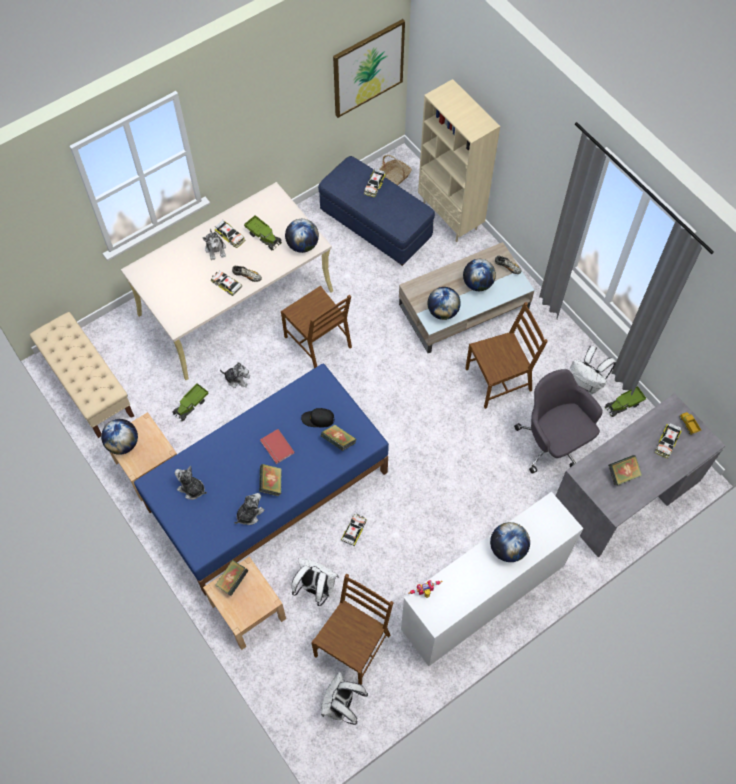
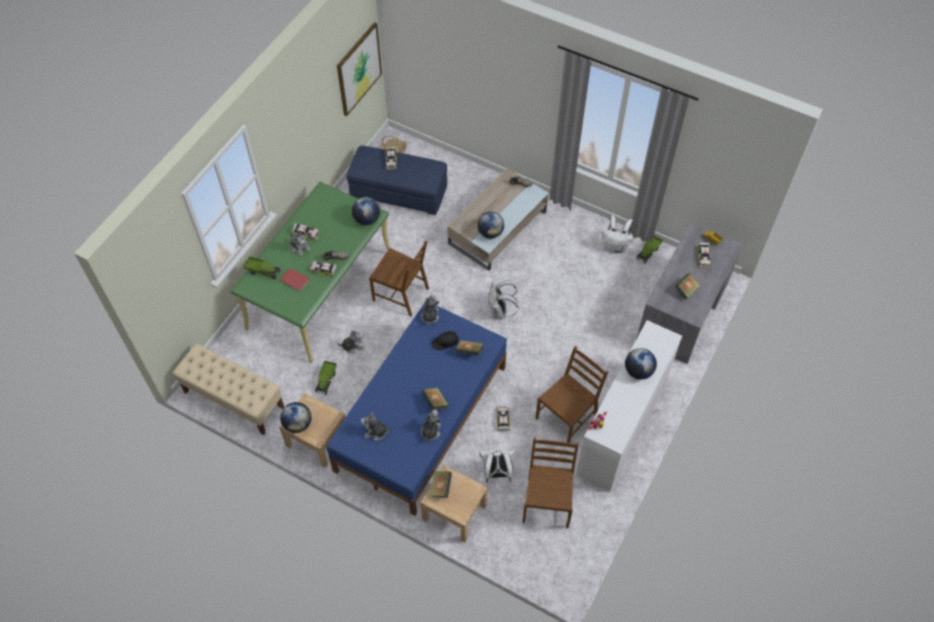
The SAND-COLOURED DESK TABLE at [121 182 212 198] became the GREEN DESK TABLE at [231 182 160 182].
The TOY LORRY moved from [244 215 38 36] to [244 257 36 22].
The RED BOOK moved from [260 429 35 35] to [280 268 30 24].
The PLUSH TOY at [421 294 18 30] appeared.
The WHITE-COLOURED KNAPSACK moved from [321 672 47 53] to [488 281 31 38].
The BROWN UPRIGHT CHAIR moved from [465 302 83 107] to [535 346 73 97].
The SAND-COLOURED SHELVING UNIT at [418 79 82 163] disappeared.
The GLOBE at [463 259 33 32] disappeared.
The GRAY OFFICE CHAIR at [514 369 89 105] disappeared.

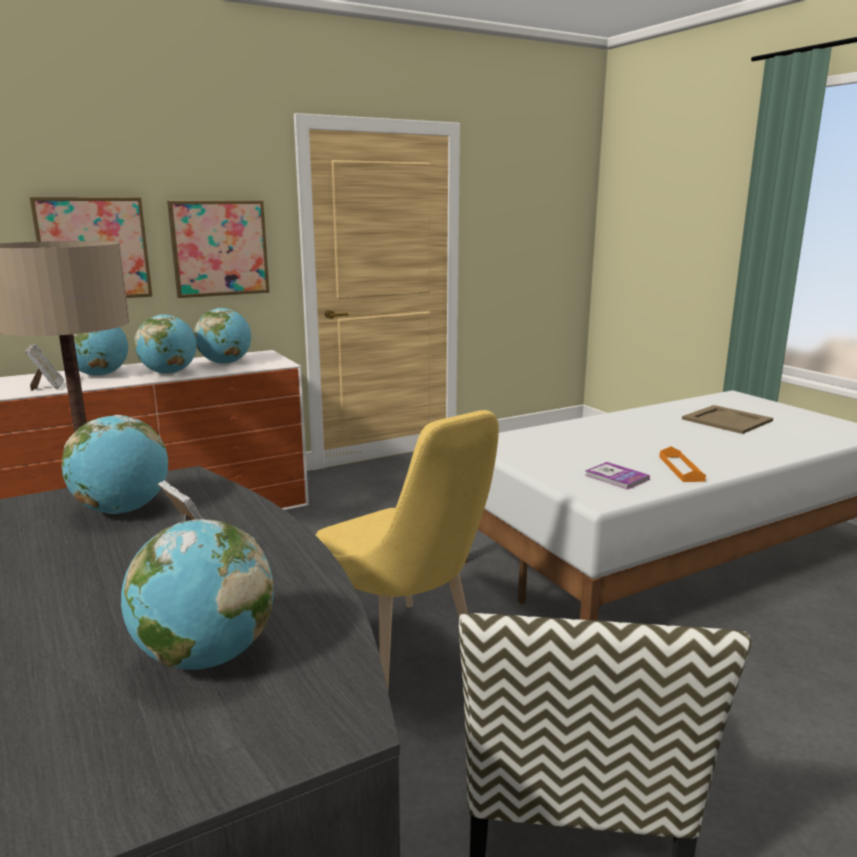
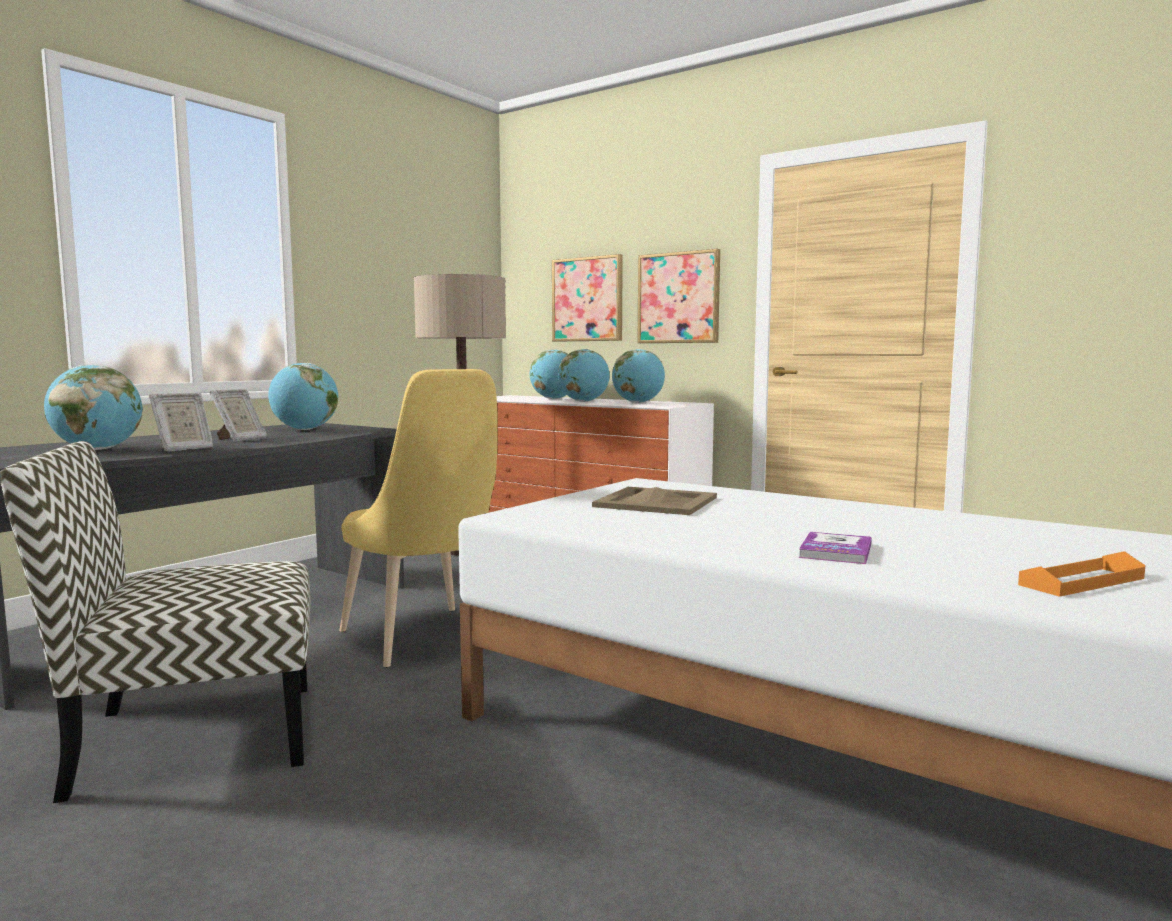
The STANDING FRAME moved from [25 344 39 47] to [149 393 64 59].
The YELLOW UPRIGHT CHAIR at [316 410 183 280] turned 60 degrees counterclockwise.
The SAND-COLOURED CARRYING TRAY moved from [682 405 91 29] to [592 487 125 28].
The BOOK moved from [585 462 65 28] to [799 532 73 32].
The ORANGE-COLOURED CARRYING TRAY moved from [659 446 47 36] to [1018 551 127 46].

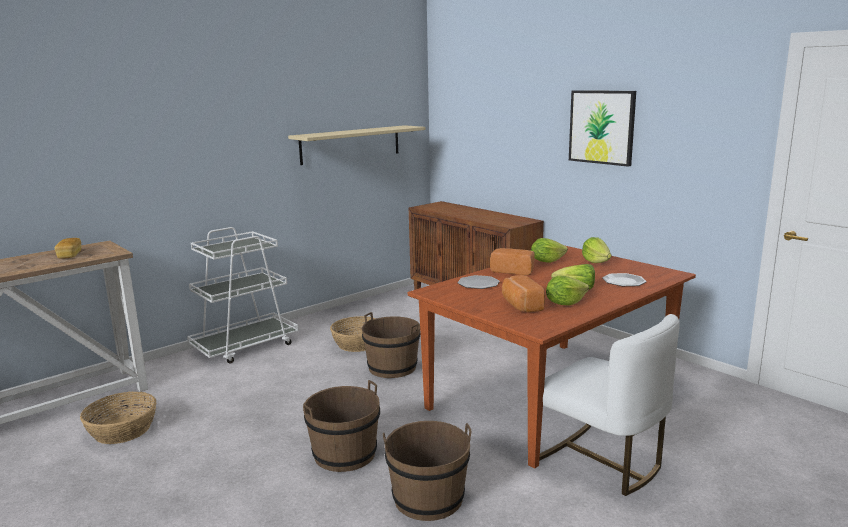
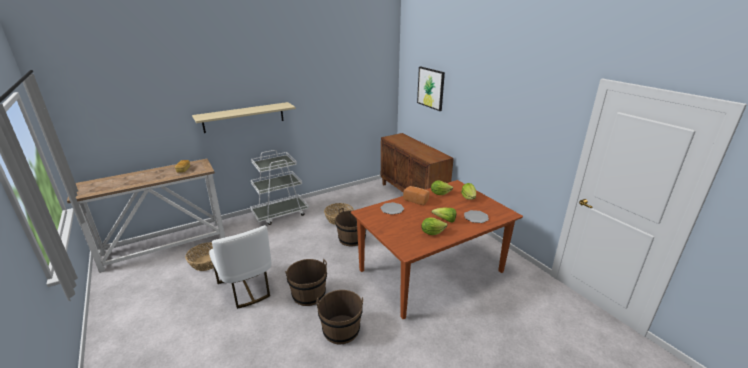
The SAND-COLOURED BRACKET SHELF moved from [288 125 137 40] to [192 102 104 31].
The WHITE-COLOURED UPRIGHT CHAIR moved from [539 314 141 182] to [209 225 63 84].
The WALL PICTURE moved from [569 90 67 77] to [417 67 28 44].
The BREAD at [502 275 43 37] disappeared.

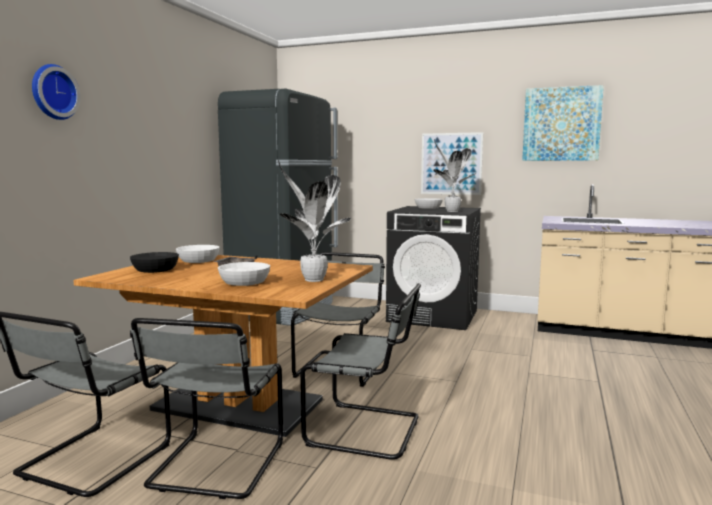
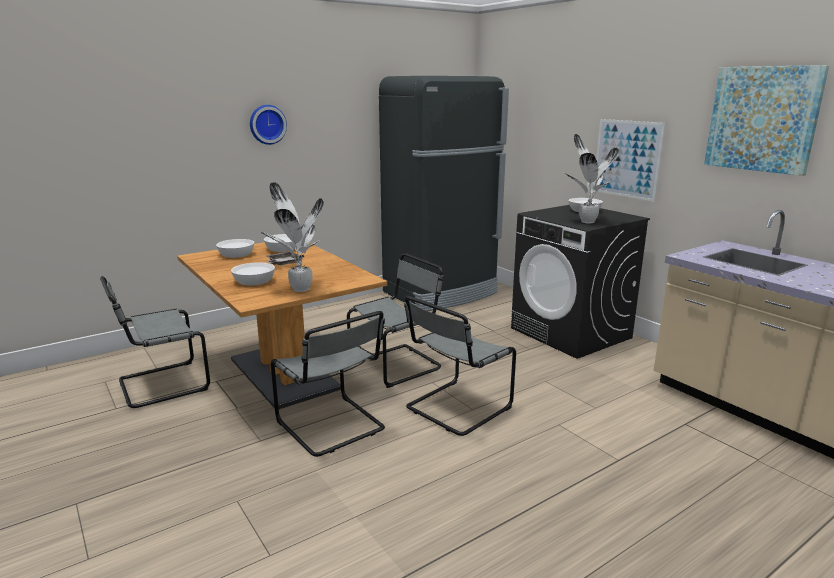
The BLACKISH BOWL at [130 252 49 21] became the WHITE-COLOURED BOWL at [216 239 38 19].
The WALL CLOCK moved from [32 64 48 56] to [250 105 37 40].
The GRAY UPRIGHT CHAIR moved from [130 318 153 181] to [404 296 112 140].

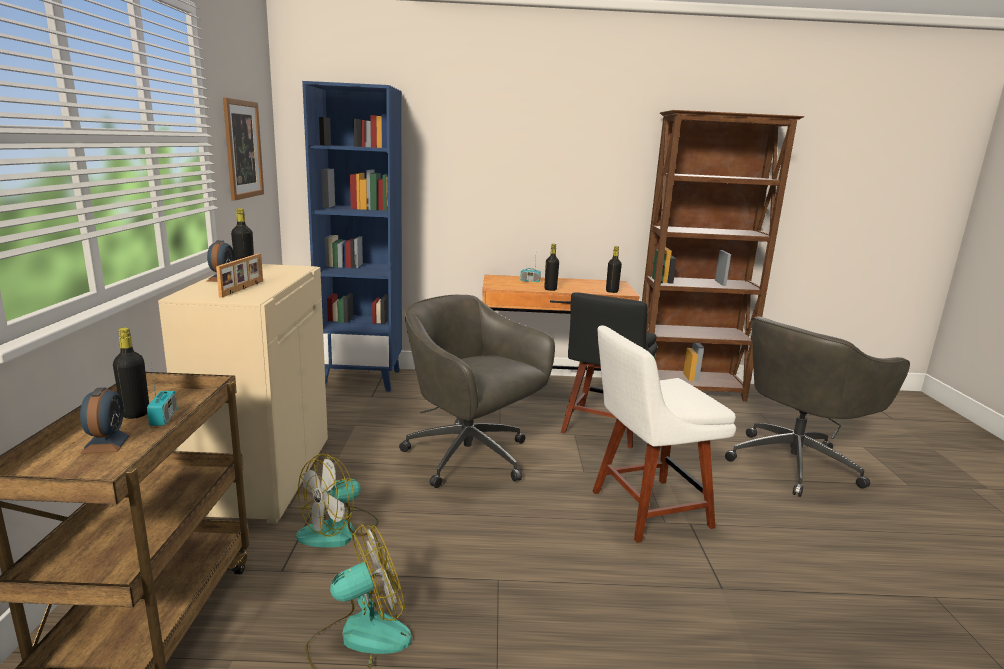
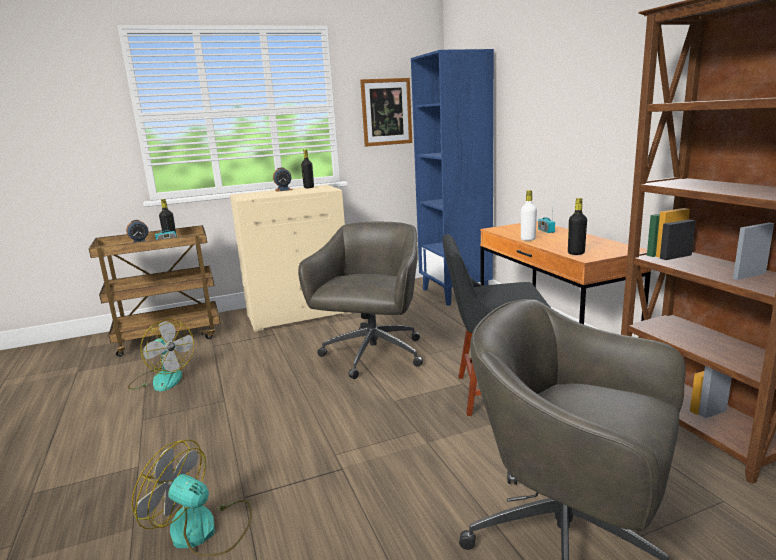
The FAN moved from [296 453 83 95] to [132 440 120 116].
The BLACKISH DRINK BOTTLE at [544 244 15 47] became the WHITE-COLOURED DRINK BOTTLE at [521 190 16 51].
The STANDING FRAME at [216 253 47 44] disappeared.
The WHITE-COLOURED UPRIGHT CHAIR at [592 325 144 218] disappeared.

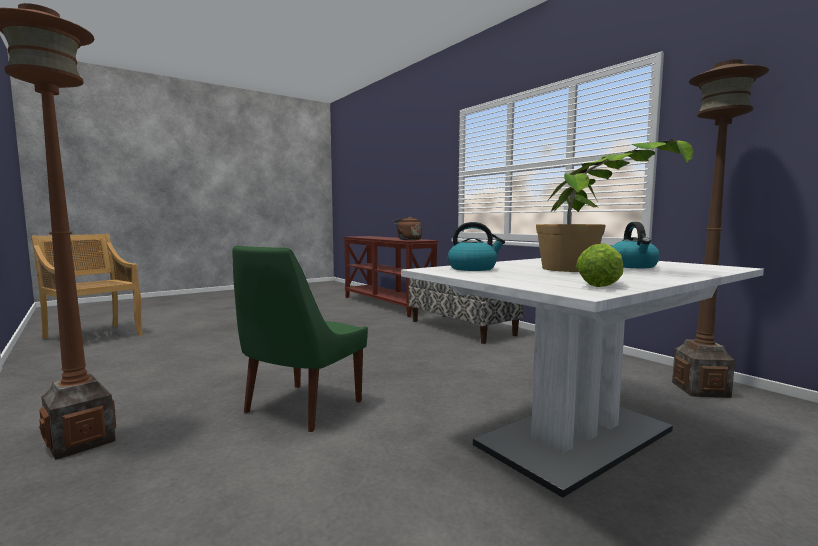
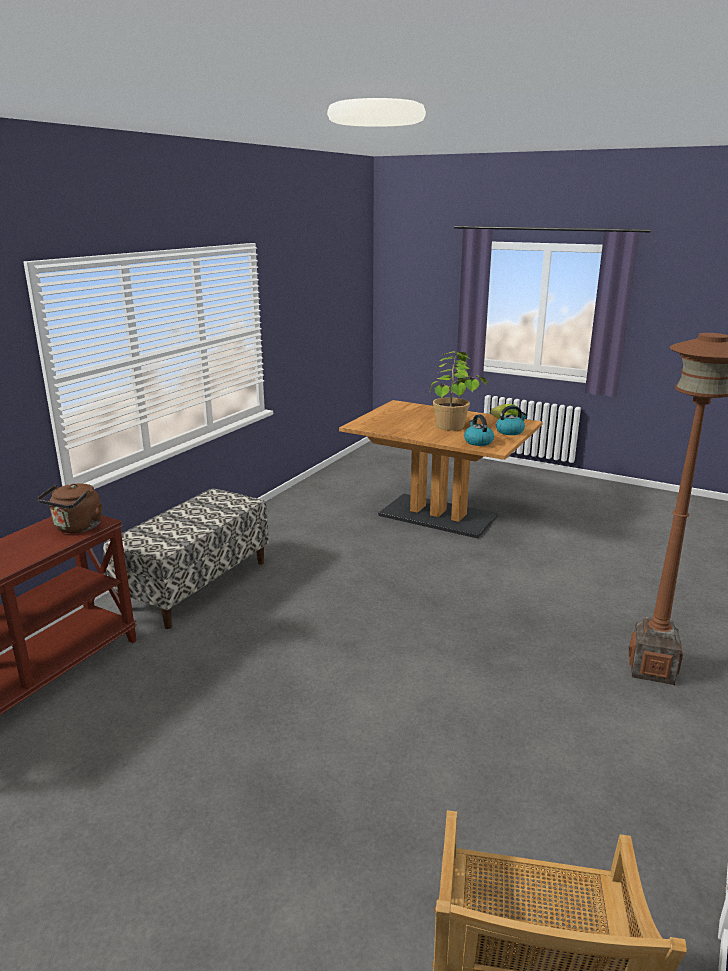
The WHITE-COLOURED DINING TABLE at [401 258 363 240] became the BROWN DINING TABLE at [339 400 204 139].
The WATER KETTLE moved from [612 222 48 46] to [496 405 32 30].
The GREEN UPRIGHT CHAIR at [232 246 136 186] disappeared.
The BROWN STANDARD LAMP at [672 59 97 339] disappeared.

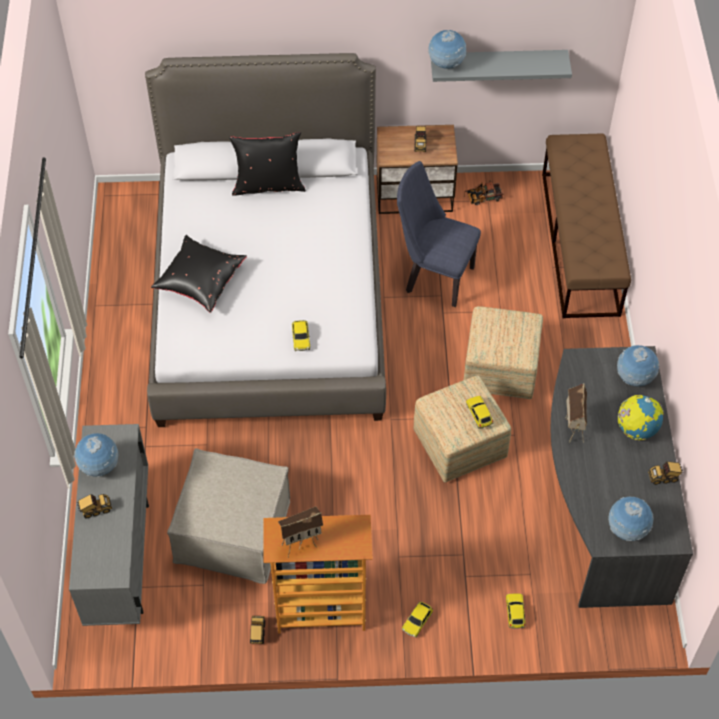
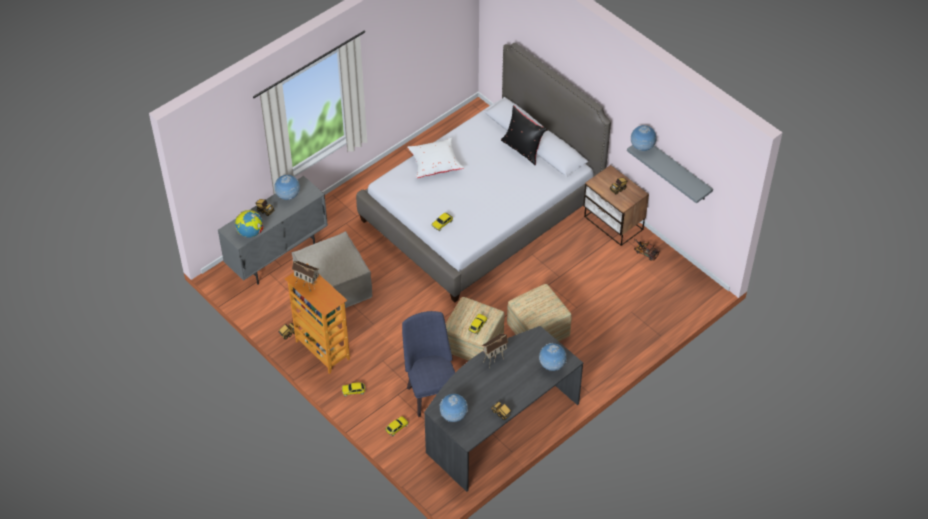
The GLOBE moved from [618 395 45 45] to [235 210 29 28].
The BLUISH UPRIGHT CHAIR moved from [397 161 84 146] to [402 311 53 106].
The BLACKISH PILLOW at [151 235 96 78] became the WHITE-COLOURED PILLOW at [407 138 57 40].
The BROWN BENCH at [542 134 89 184] disappeared.

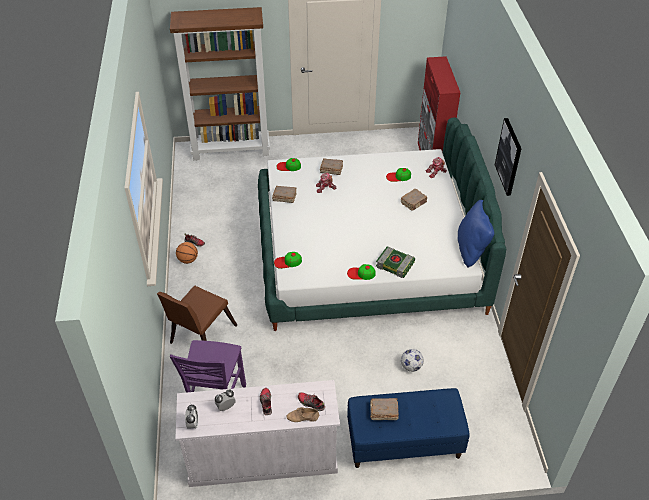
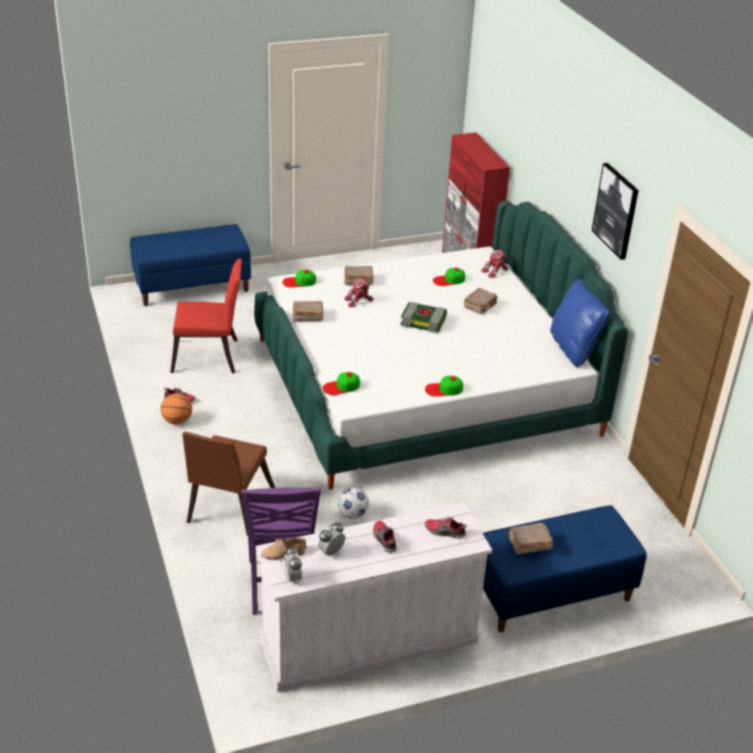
The BROWN SHELVING UNIT at [170 7 100 154] was replaced by the BLUISH BENCH at [130 224 121 82].
The RED UPRIGHT CHAIR at [170 259 72 114] appeared.
The SAND-COLOURED LOW SHOE moved from [286 407 33 15] to [261 537 46 23].
The FOOTBALL moved from [401 349 23 23] to [338 487 31 32].
The BOOK moved from [376 247 39 31] to [400 302 47 31].

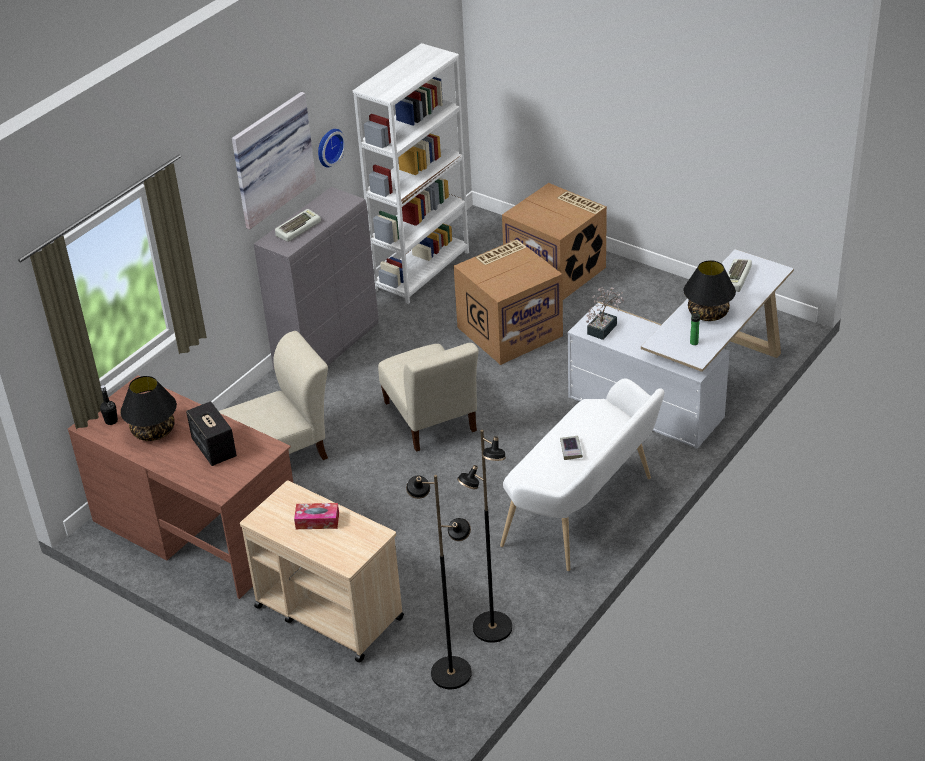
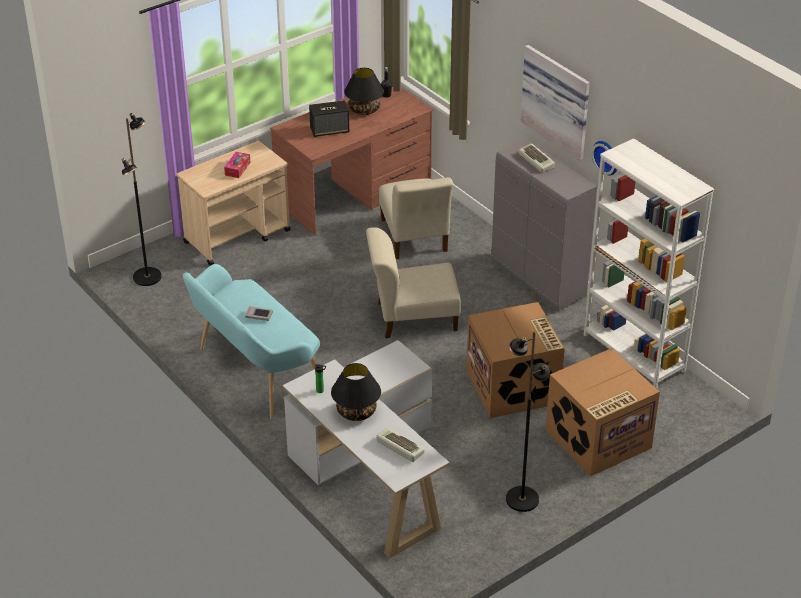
The WHITE-COLOURED BENCH at [500 378 165 193] became the TURQUOISE BENCH at [183 264 137 155].
The BLACKISH STANDARD LAMP moved from [457 430 55 213] to [506 331 44 181].
The PLANT IN A POT at [586 287 38 53] disappeared.

